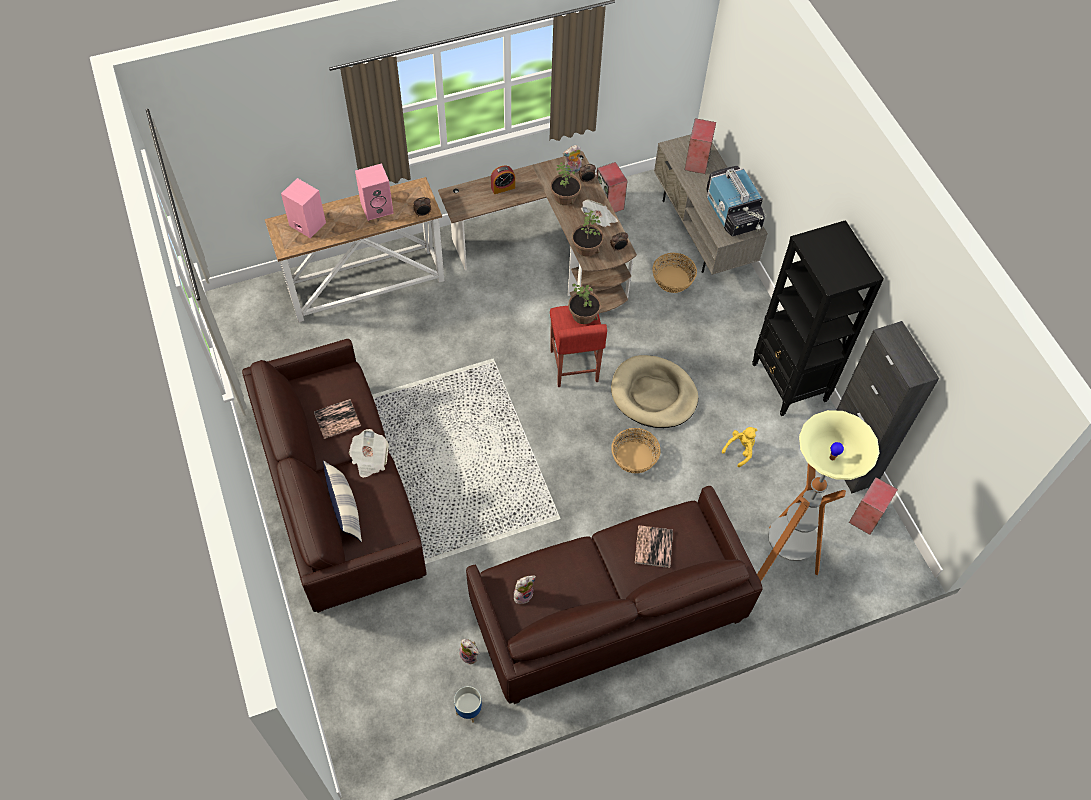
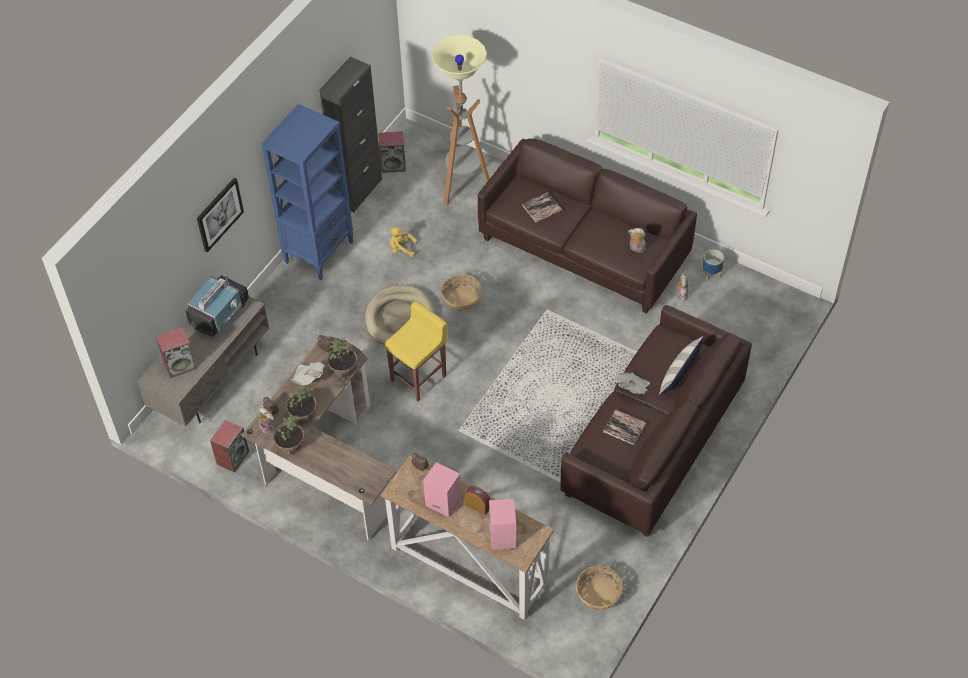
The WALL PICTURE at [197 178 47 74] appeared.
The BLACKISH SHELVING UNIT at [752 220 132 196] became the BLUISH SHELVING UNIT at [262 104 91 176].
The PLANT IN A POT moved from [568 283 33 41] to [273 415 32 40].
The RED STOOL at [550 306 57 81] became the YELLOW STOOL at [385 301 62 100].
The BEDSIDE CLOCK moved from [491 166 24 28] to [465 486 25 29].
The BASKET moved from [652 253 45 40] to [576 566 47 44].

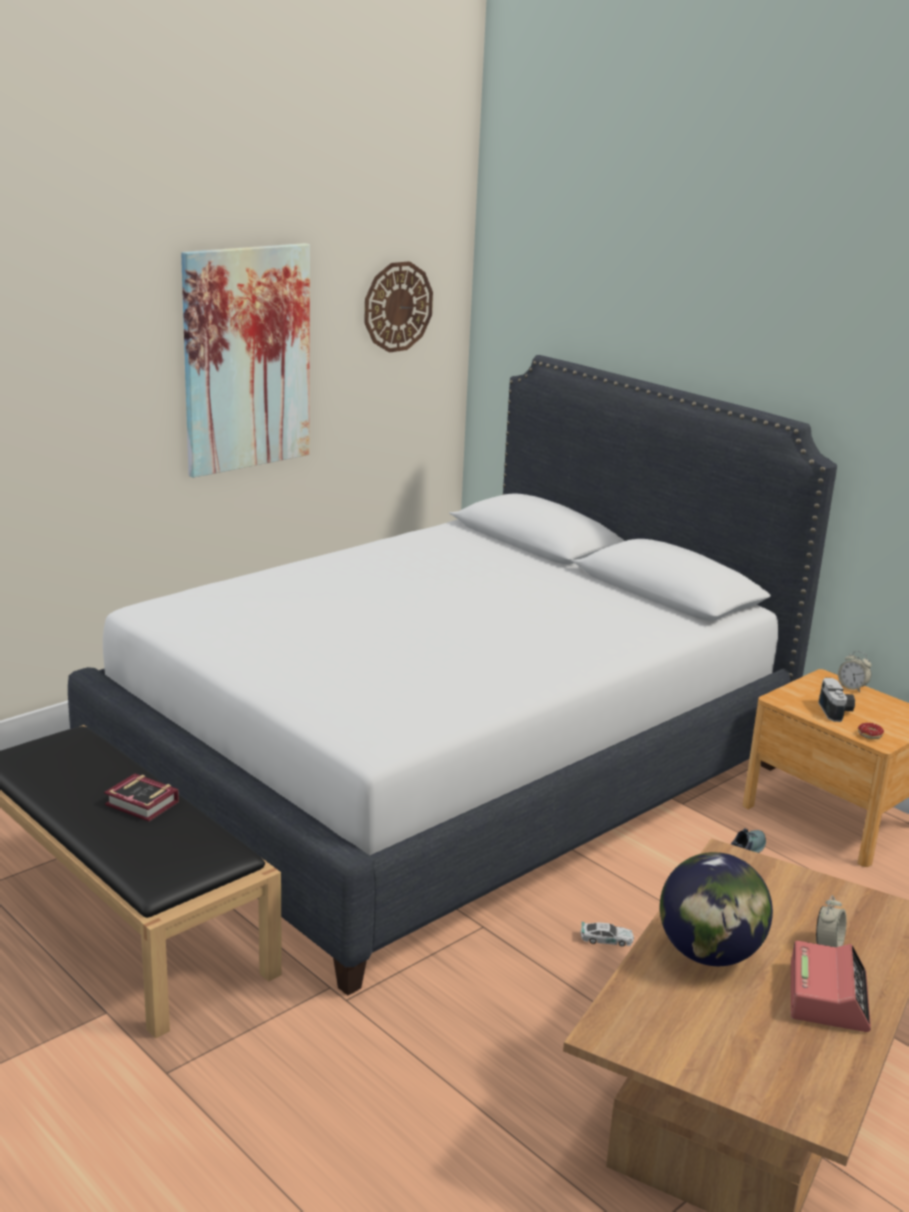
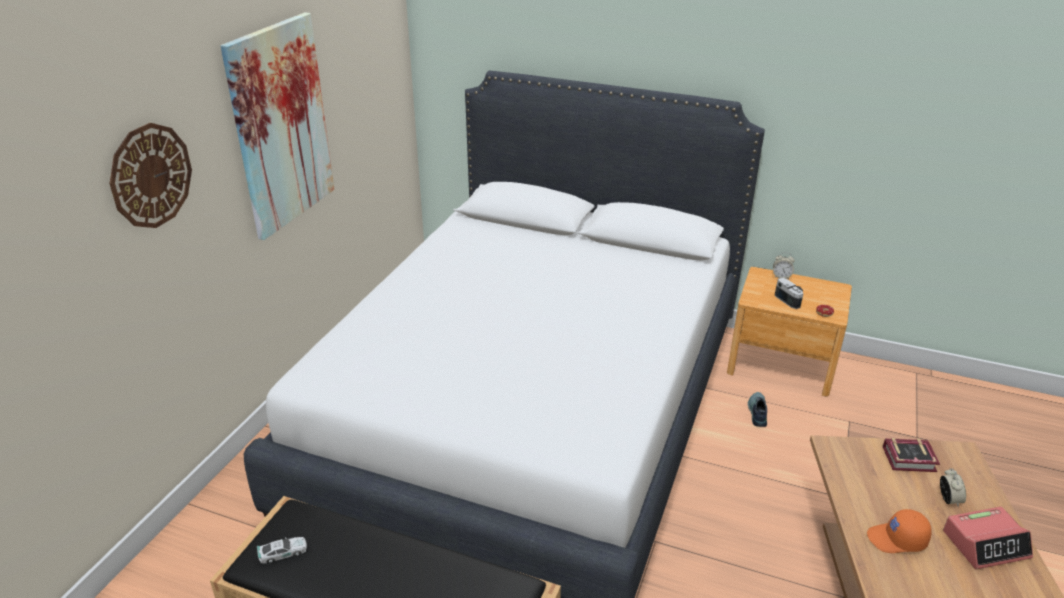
The WALL CLOCK moved from [364 261 69 92] to [110 123 82 105].
The MINIATURE CAR moved from [581 922 53 25] to [257 537 50 26].
The GLOBE at [660 852 113 114] was replaced by the ORANGE-COLOURED PEAKED CAP at [867 509 65 44].
The BOOK moved from [104 774 75 48] to [883 438 57 34].
The BEDSIDE CLOCK at [791 941 80 91] turned 90 degrees clockwise.

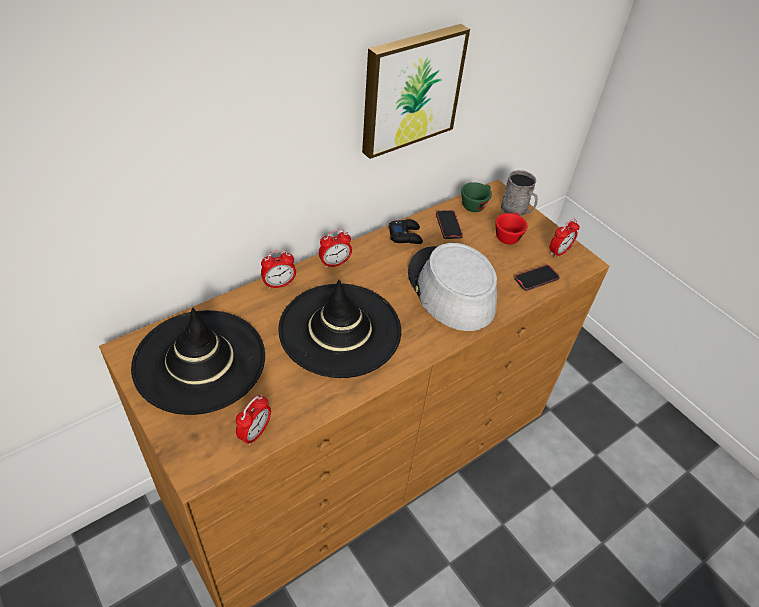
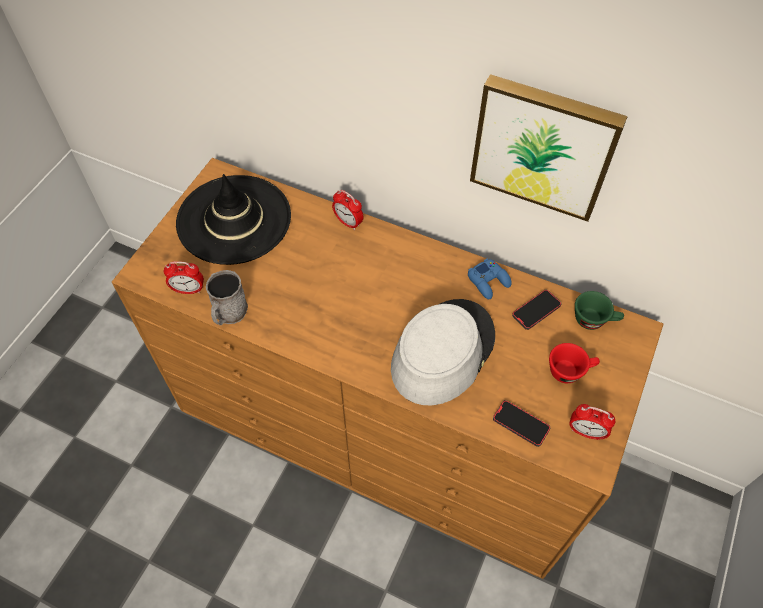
The GRAY MUG moved from [501 170 37 46] to [206 270 42 55].
The BLACKISH JOYPAD at [389 219 34 25] became the BLUISH JOYPAD at [468 259 44 40].
The BLACKISH CLOTHING HAT at [279 280 122 98] disappeared.
The BEDSIDE CLOCK at [319 229 33 39] disappeared.

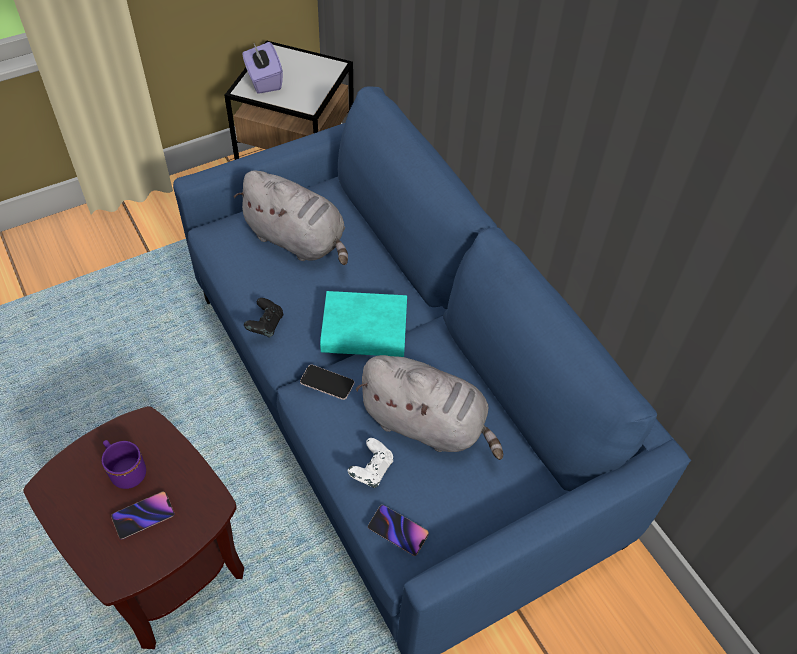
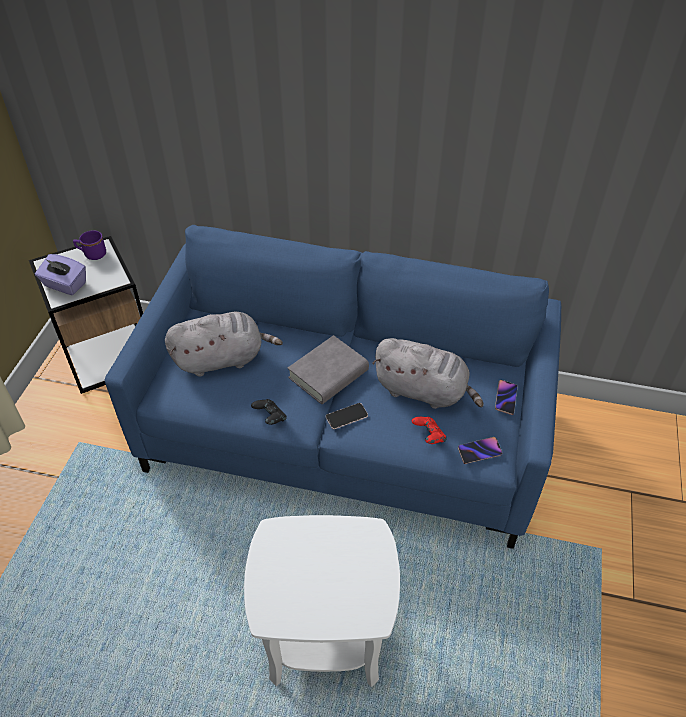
The PURPLE MUG moved from [102 440 44 49] to [73 230 33 30].
The BROWN END TABLE at [24 406 220 243] became the WHITE-COLOURED END TABLE at [244 515 156 172].
The TURQUOISE BOOK at [320 291 87 66] became the GRAY BOOK at [288 335 81 69].
The GRAY PLUSH TOY at [355 355 148 105] turned 45 degrees clockwise.
The WHITE-COLOURED JOYPAD at [348 438 45 50] became the RED JOYPAD at [412 417 35 27].
The HANDSET moved from [111 491 64 49] to [495 380 23 35].

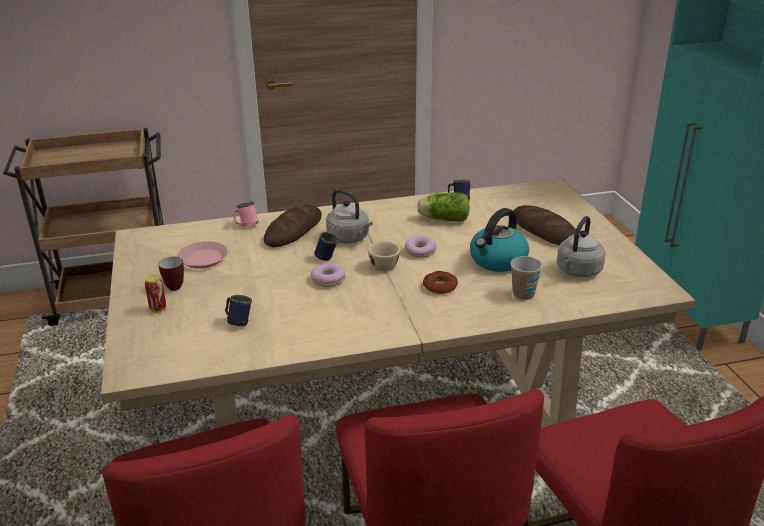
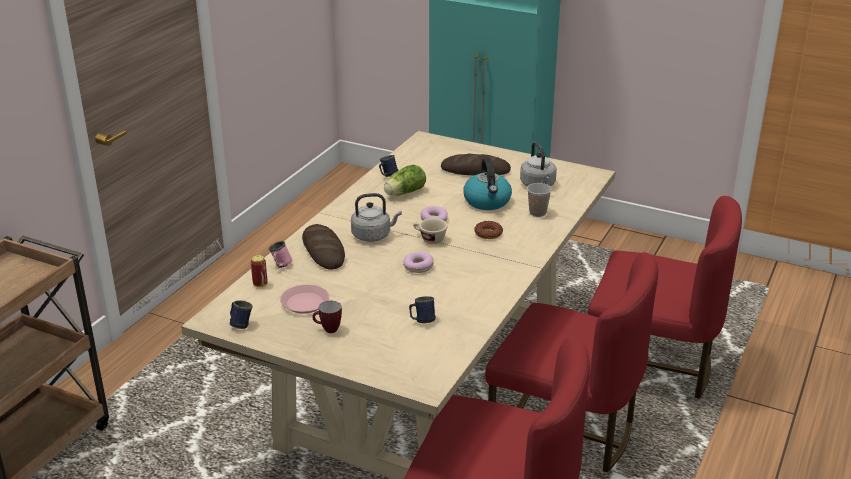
The BLUISH MUG moved from [314 232 24 29] to [230 300 23 29].
The METAL CAN moved from [145 275 21 38] to [251 255 17 33].

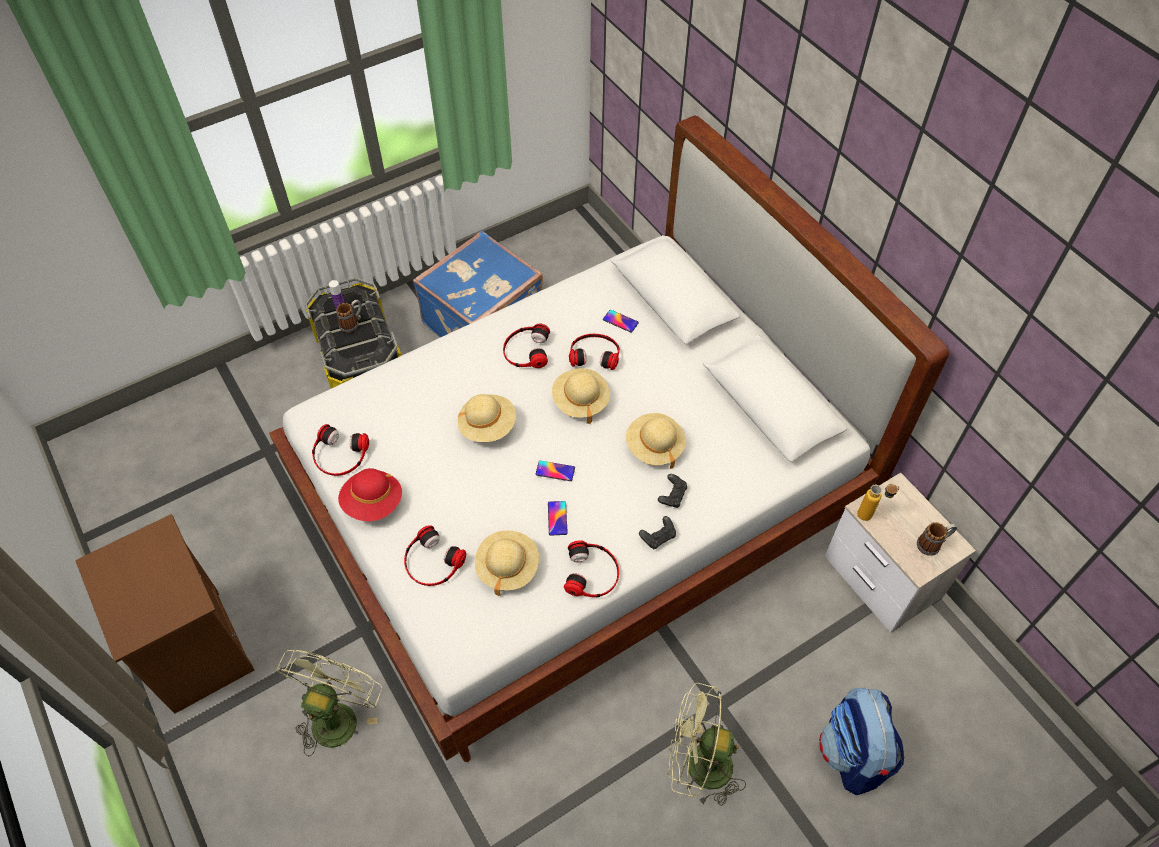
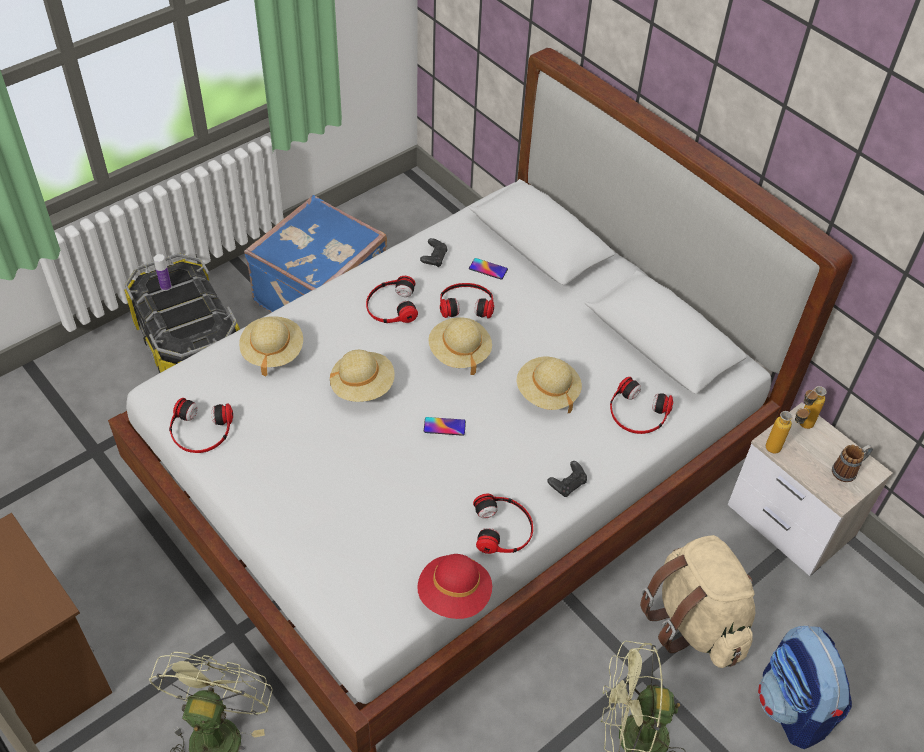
The SAND-COLOURED CLOTHING HAT moved from [475 530 64 66] to [239 316 64 60].
The RED CLOTHING HAT moved from [338 468 64 53] to [417 554 75 65].
The BLACKISH JOYPAD moved from [658 474 29 34] to [420 238 28 29].
The HEADPHONES moved from [404 525 62 61] to [610 377 63 57].
The SAND-COLOURED KNAPSACK at [640 535 115 133] appeared.
The DRINK BOTTLE at [800 386 27 43] appeared.
The MUG at [336 300 26 33] disappeared.
The HANDSET at [548 501 19 35] disappeared.

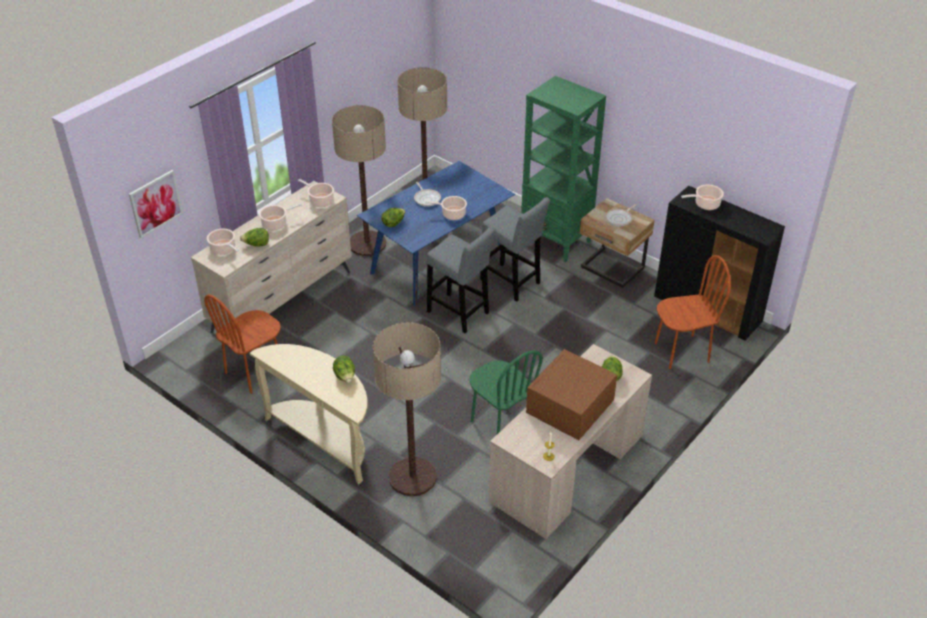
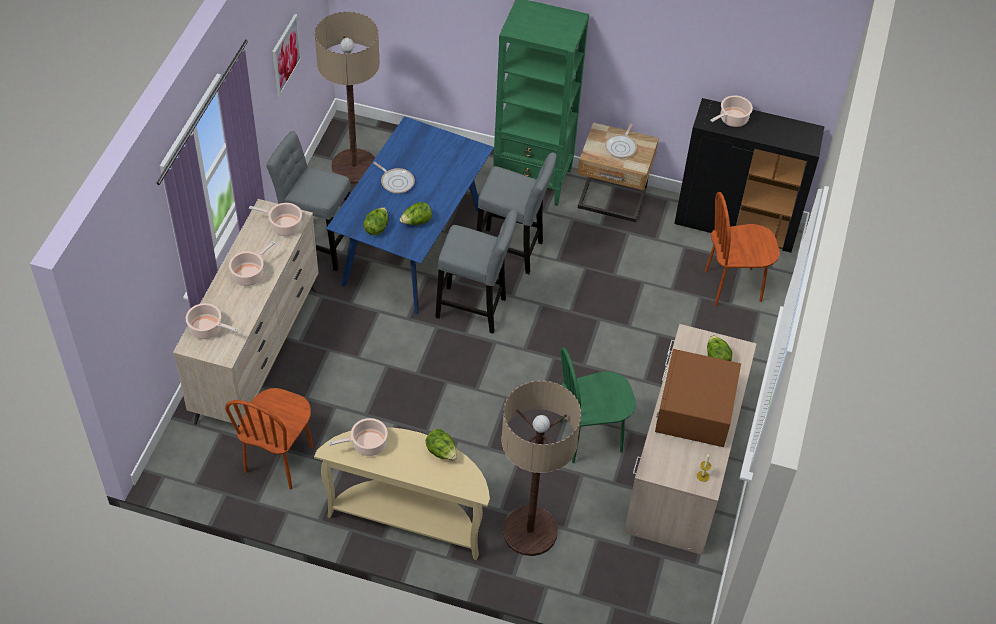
The STANDARD LAMP at [332 105 54 151] was replaced by the GRAY STOOL at [266 131 84 140].
The WALL PICTURE moved from [129 170 54 68] to [272 14 30 82].
The COOKING POT moved from [425 196 42 24] to [329 418 59 38].
The HEAD OF LETTUCE moved from [240 228 29 19] to [400 202 32 23].
The GREEN UPRIGHT CHAIR at [469 350 74 84] turned 135 degrees clockwise.
The BROWN UPRIGHT CHAIR at [655 255 76 114] turned 150 degrees counterclockwise.

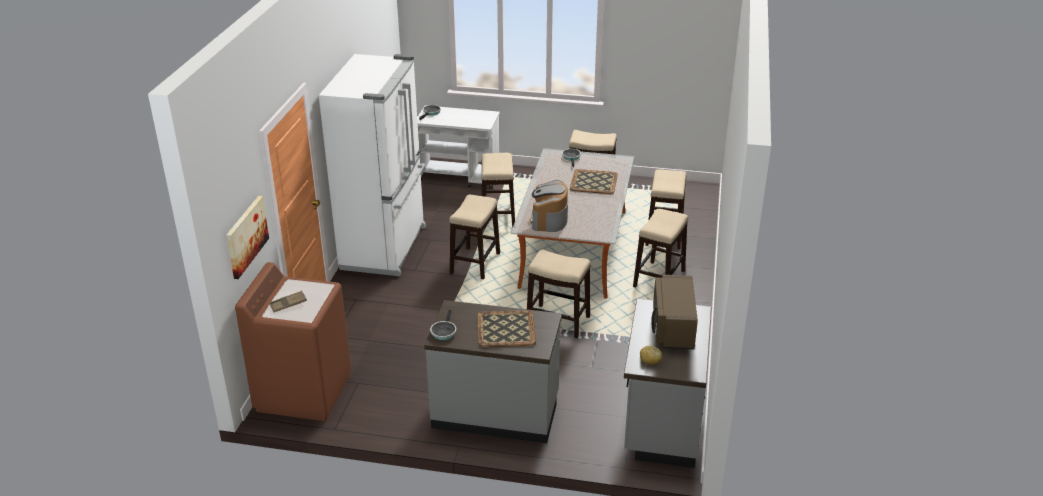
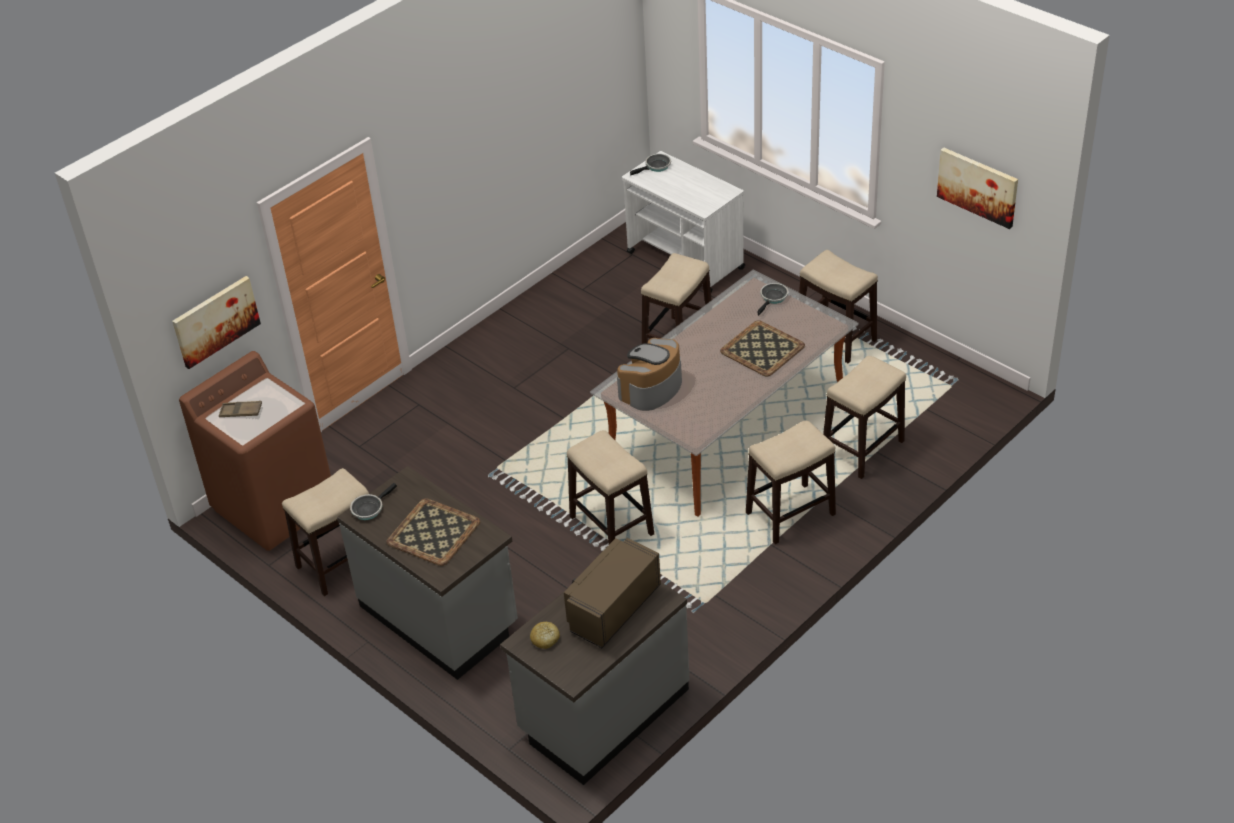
The STOOL moved from [450 194 50 85] to [282 468 87 128].
The WALL PICTURE at [937 147 81 82] appeared.
The WHITE-COLOURED KITCHEN FRIDGE at [319 54 107 222] disappeared.

